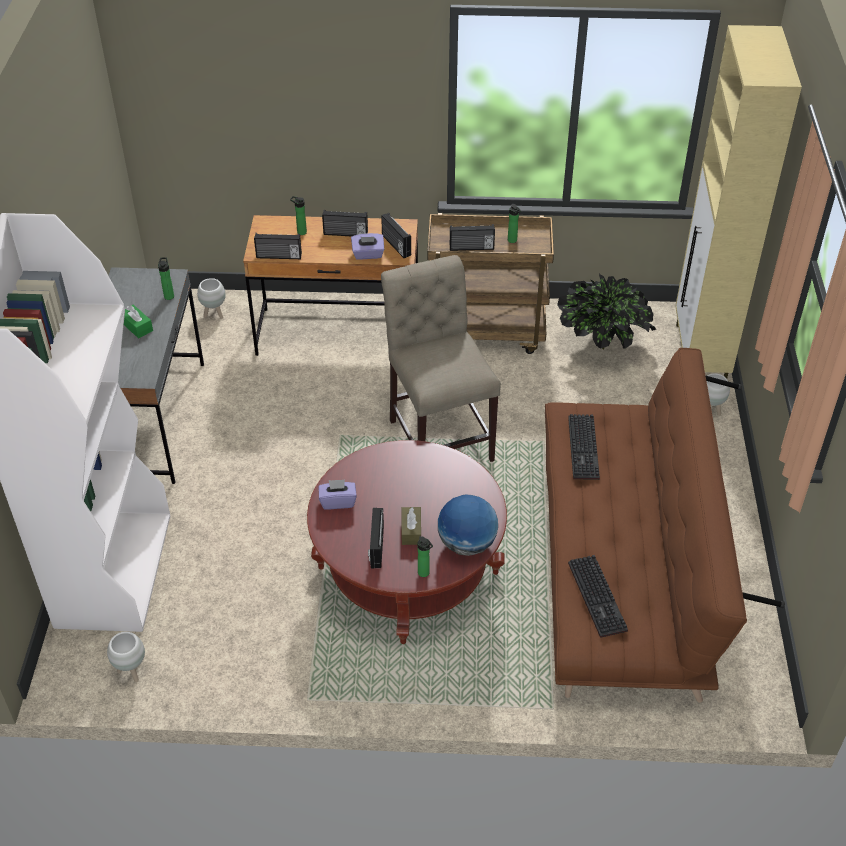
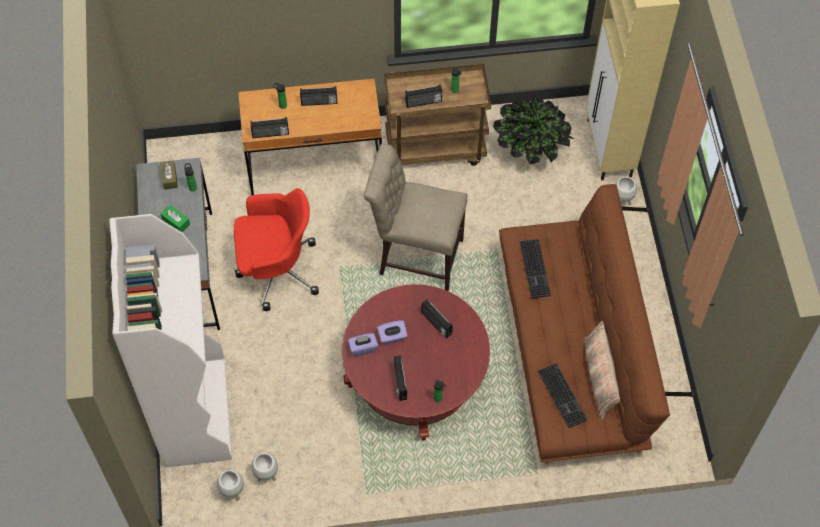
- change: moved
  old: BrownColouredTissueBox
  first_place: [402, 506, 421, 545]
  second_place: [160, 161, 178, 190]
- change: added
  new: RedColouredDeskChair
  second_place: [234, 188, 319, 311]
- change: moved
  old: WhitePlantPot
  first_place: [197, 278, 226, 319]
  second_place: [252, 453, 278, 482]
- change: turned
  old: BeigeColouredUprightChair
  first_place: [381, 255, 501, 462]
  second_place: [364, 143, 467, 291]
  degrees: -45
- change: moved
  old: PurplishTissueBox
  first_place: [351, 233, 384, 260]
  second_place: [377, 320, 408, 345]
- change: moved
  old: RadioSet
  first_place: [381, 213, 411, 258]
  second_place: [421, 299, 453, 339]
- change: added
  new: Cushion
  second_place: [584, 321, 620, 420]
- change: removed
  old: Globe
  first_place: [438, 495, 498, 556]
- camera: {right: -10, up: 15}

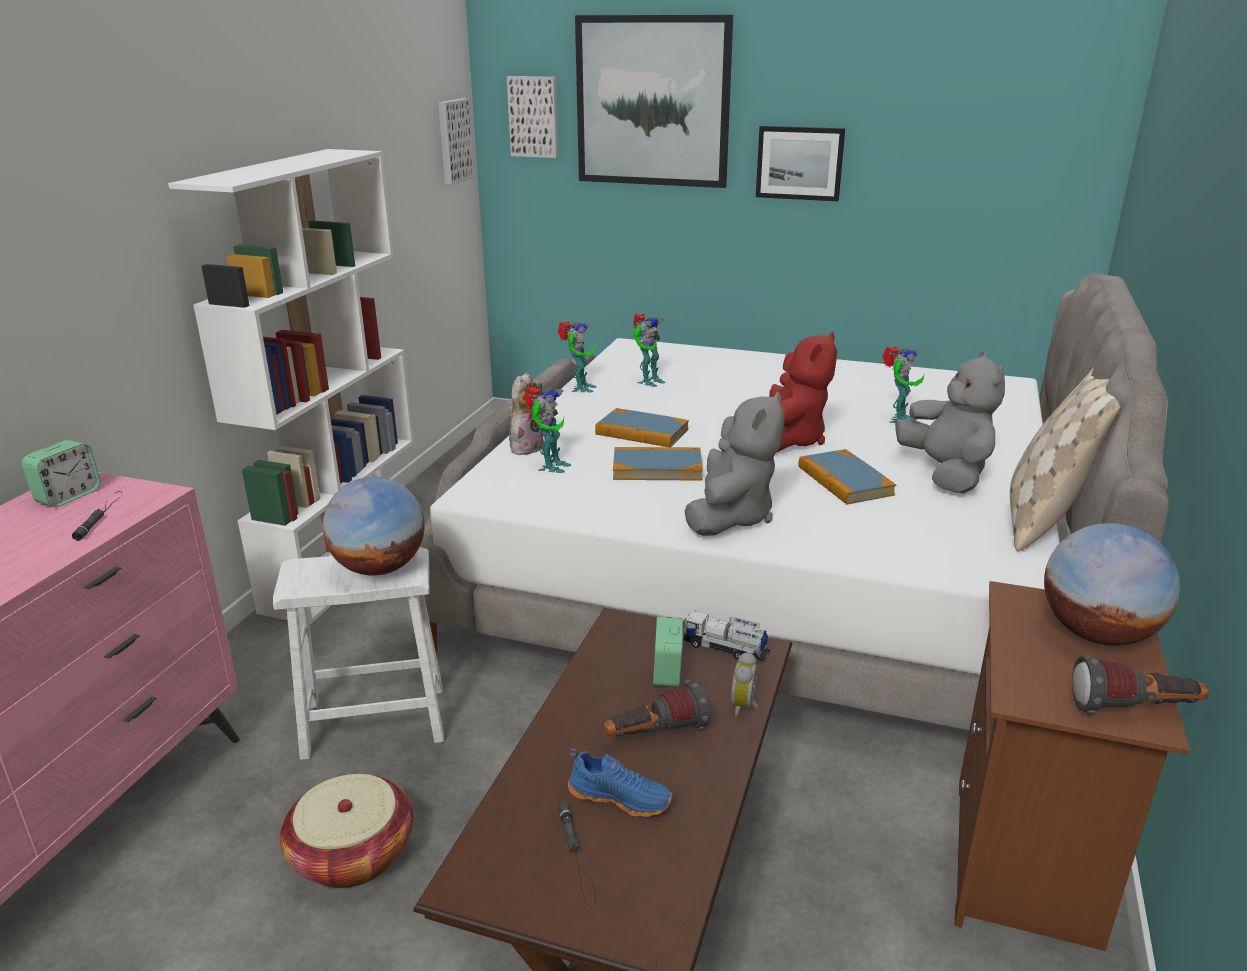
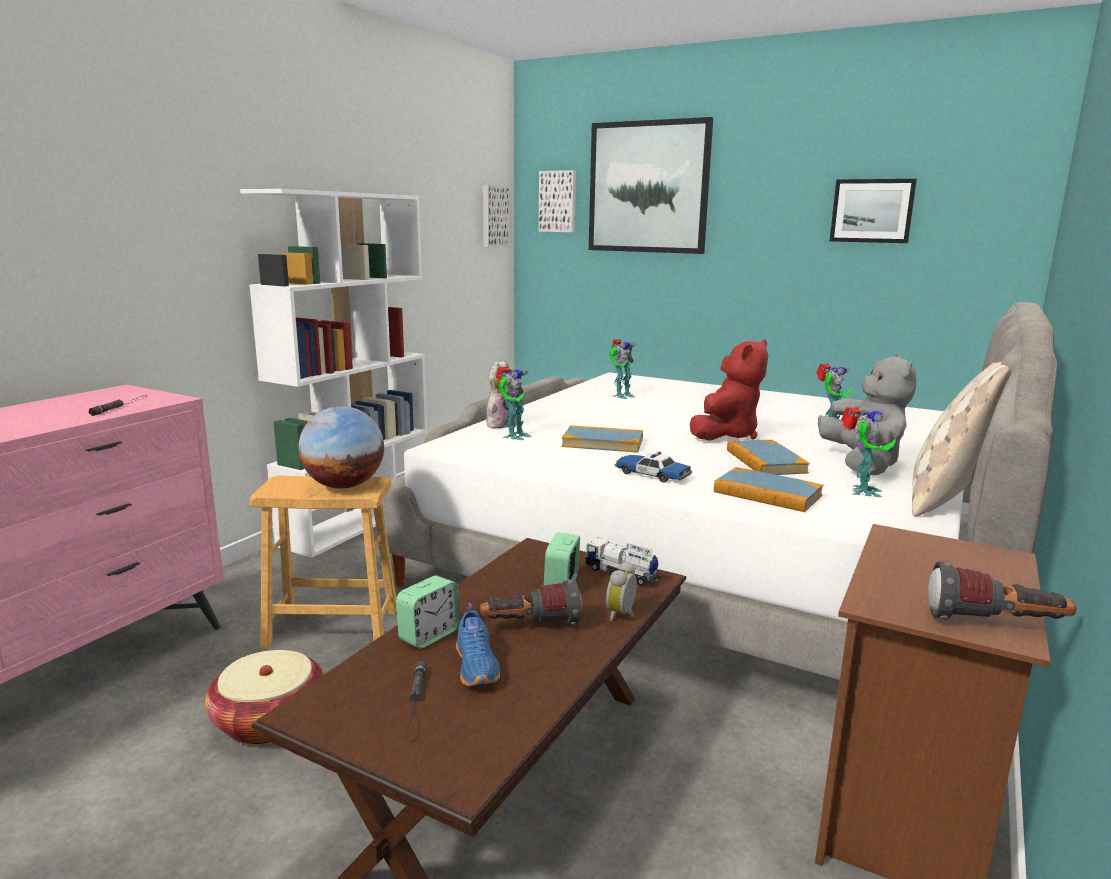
- change: recoloured
  old: WhiteStoolSeat
  new: BrownColouredStoolSeat
  first_place: [273, 547, 444, 760]
  second_place: [250, 476, 397, 648]
- change: moved
  old: AlarmClock
  first_place: [22, 440, 101, 507]
  second_place: [396, 575, 460, 649]
- change: turned
  old: BluishLowShoe
  first_place: [568, 748, 673, 817]
  second_place: [456, 603, 500, 686]
  degrees: 45
- change: replaced
  old: GreyPlushToy
  new: MiniatureCar
  first_place: [684, 392, 785, 536]
  second_place: [615, 452, 692, 482]
- change: moved
  old: Volume
  first_place: [595, 408, 689, 447]
  second_place: [714, 467, 823, 512]
- change: moved
  old: Picture
  first_place: [756, 126, 845, 201]
  second_place: [830, 179, 917, 243]
- change: moved
  old: ModelRobot
  first_place: [558, 321, 597, 392]
  second_place: [841, 407, 896, 497]
- change: removed
  old: Globe
  first_place: [1044, 523, 1180, 645]
- camera: {right: 10, up: -10}

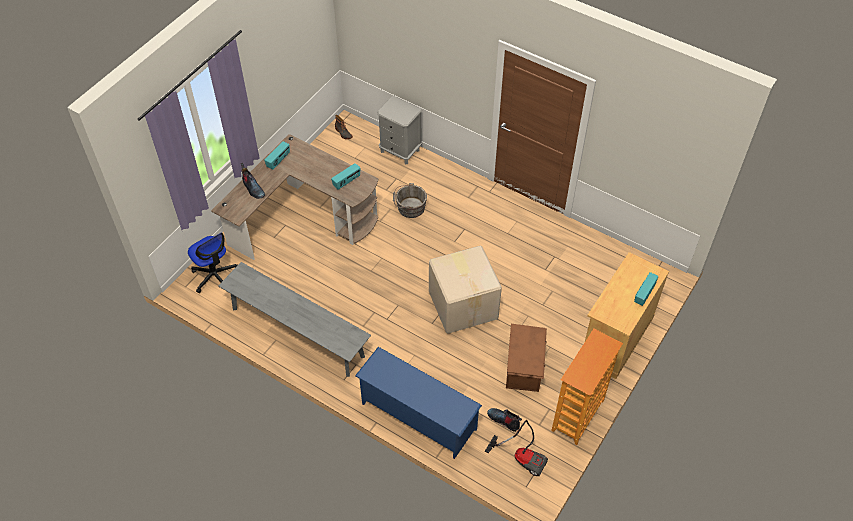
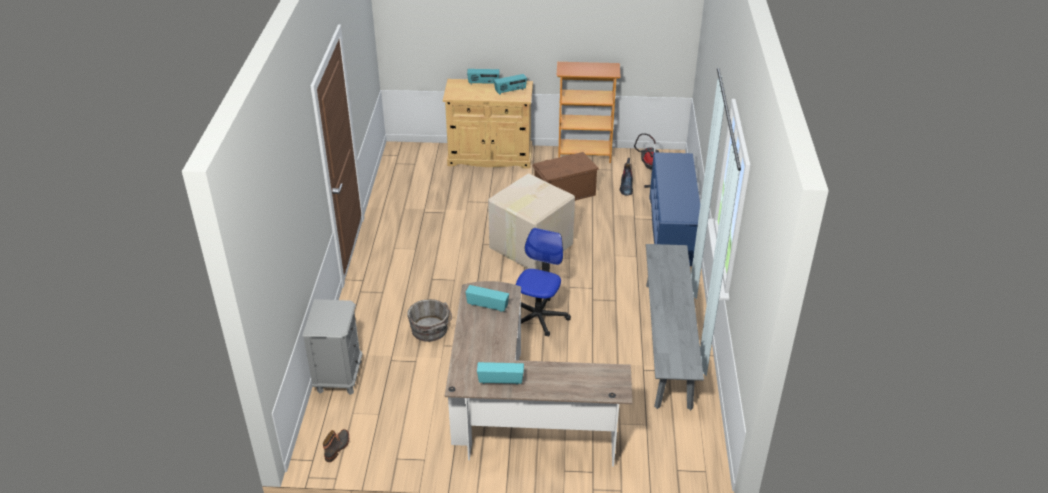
- change: added
  new: RadioSet
  second_place: [494, 74, 527, 95]
- change: moved
  old: DeskChair
  first_place: [188, 233, 237, 293]
  second_place: [516, 228, 571, 337]
- change: removed
  old: Boot
  first_place: [241, 163, 265, 199]
- camera: {right: -120, up: -15}

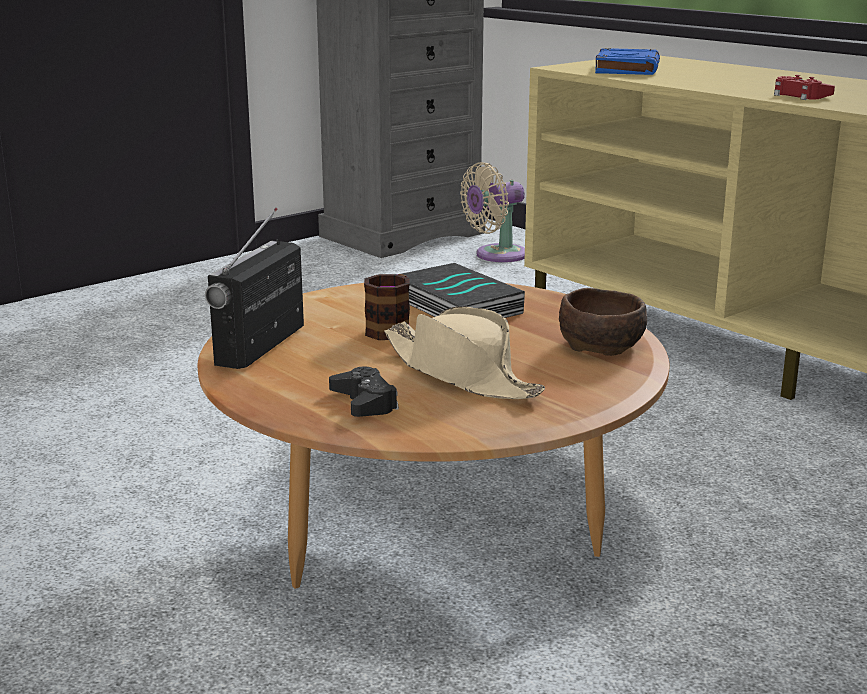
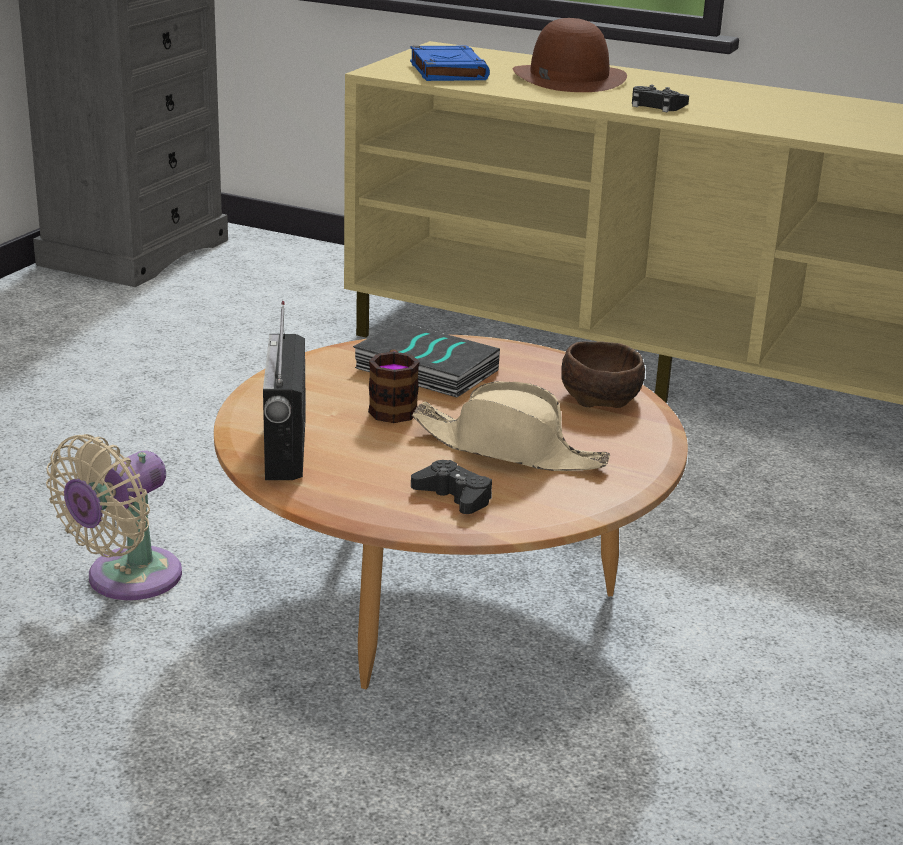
- change: moved
  old: BeigeColouredFan
  first_place: [460, 162, 525, 262]
  second_place: [46, 434, 182, 600]
- change: added
  new: BrownColouredWearableHat
  second_place: [513, 18, 627, 92]
- change: recoloured
  old: RedColouredGamepad
  new: BlackGamepad
  first_place: [774, 75, 835, 100]
  second_place: [632, 85, 689, 112]
- camera: {right: -25, up: 5}

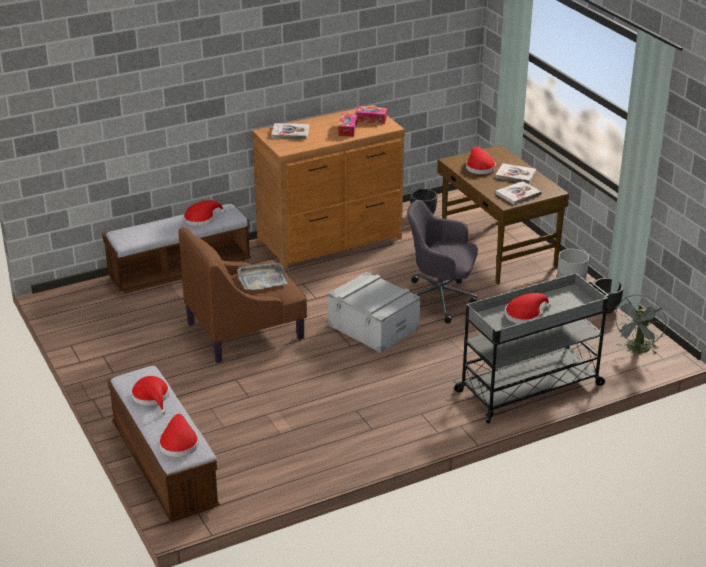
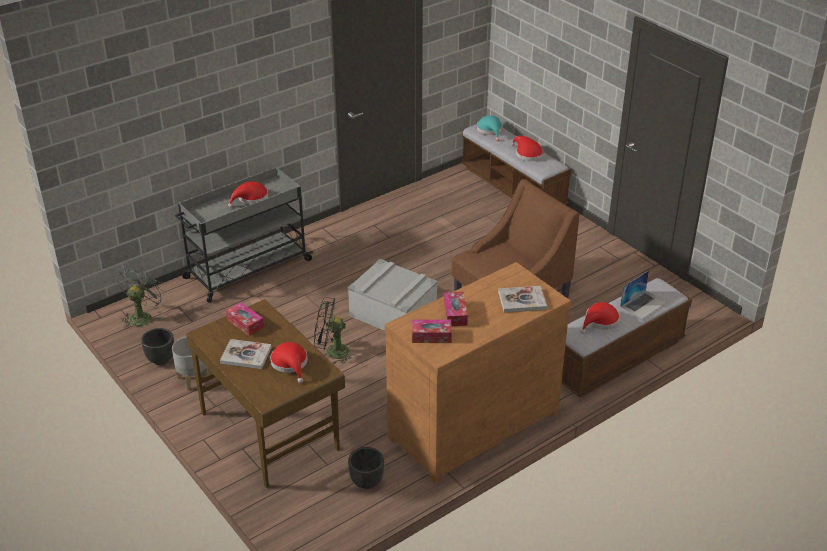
- change: replaced
  old: Volume
  new: TissueBox
  first_place: [496, 181, 541, 205]
  second_place: [226, 302, 264, 336]
- change: replaced
  old: GreyDeskChair
  new: BlackFan
  first_place: [407, 200, 478, 324]
  second_place: [314, 297, 353, 364]
- change: recoloured
  old: RedColouredWearableHat
  new: TurquoiseWearableHat
  first_place: [159, 414, 199, 457]
  second_place: [477, 115, 503, 141]
- change: added
  new: PortableComputer
  second_place: [620, 271, 667, 320]
- change: removed
  old: GreyServingTray
  first_place: [237, 262, 288, 290]
- camera: {right: 170, up: 5}

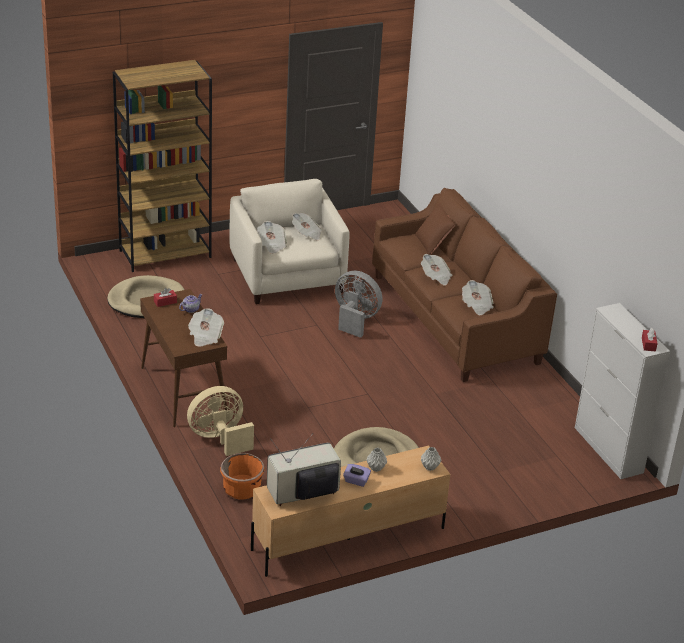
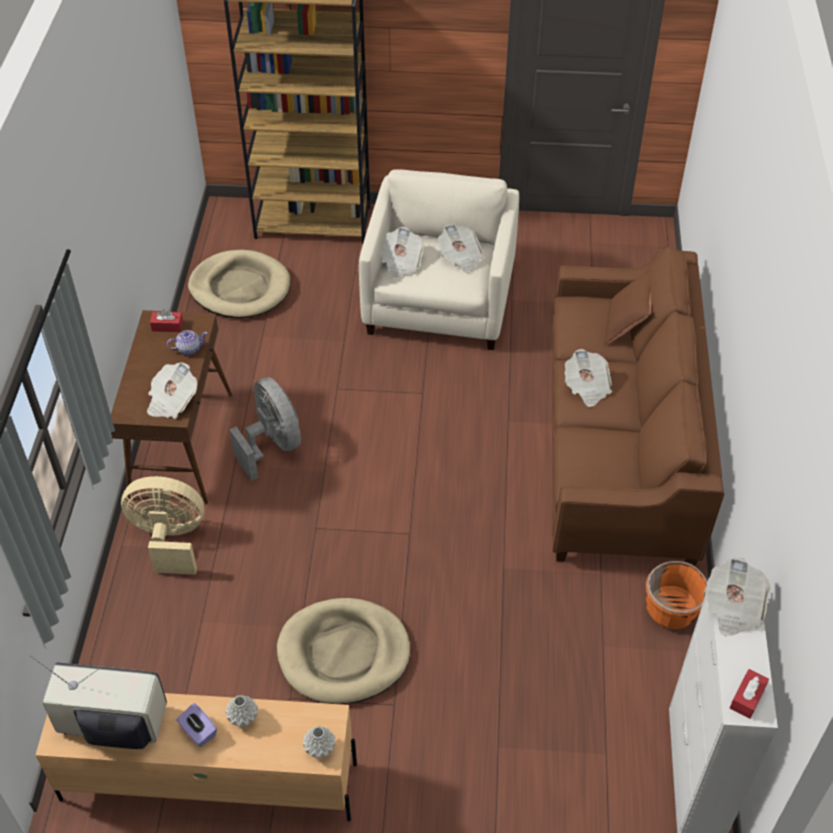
- change: moved
  old: GreyFan
  first_place: [335, 270, 382, 338]
  second_place: [229, 377, 301, 481]
- change: moved
  old: OrangePlantPot
  first_place: [220, 453, 265, 500]
  second_place: [646, 561, 708, 629]
- change: moved
  old: PrintedPaper
  first_place: [462, 280, 494, 316]
  second_place: [704, 558, 771, 636]
- camera: {right: 30, up: 15}

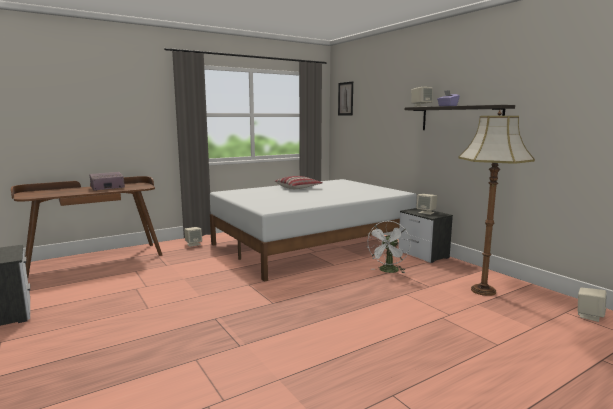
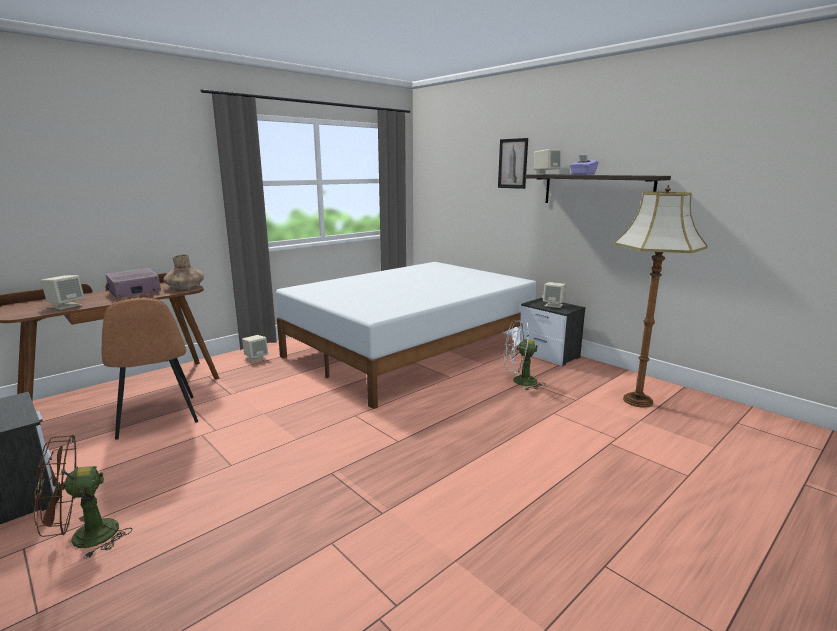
- change: added
  new: BrownColouredFan
  second_place: [34, 435, 132, 559]
- change: moved
  old: BeigeColouredLoudspeaker
  first_place: [578, 287, 607, 322]
  second_place: [41, 275, 84, 310]
- change: added
  new: BrownColouredUprightChair
  second_place: [102, 298, 198, 440]
- change: added
  new: BrownColouredVase
  second_place: [163, 254, 204, 289]
- change: moved
  old: Picture
  first_place: [338, 81, 353, 116]
  second_place: [498, 138, 528, 189]
- change: turned
  old: WhiteFan
  first_place: [368, 221, 411, 273]
  second_place: [503, 320, 546, 390]
  degrees: 75
- change: removed
  old: Cushion
  first_place: [275, 176, 323, 189]
- camera: {right: -10, up: 5}

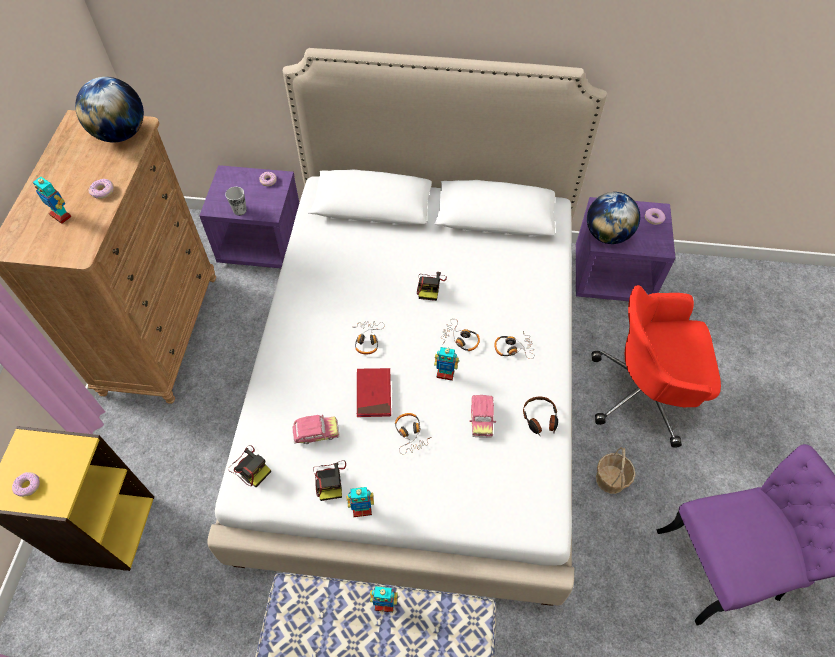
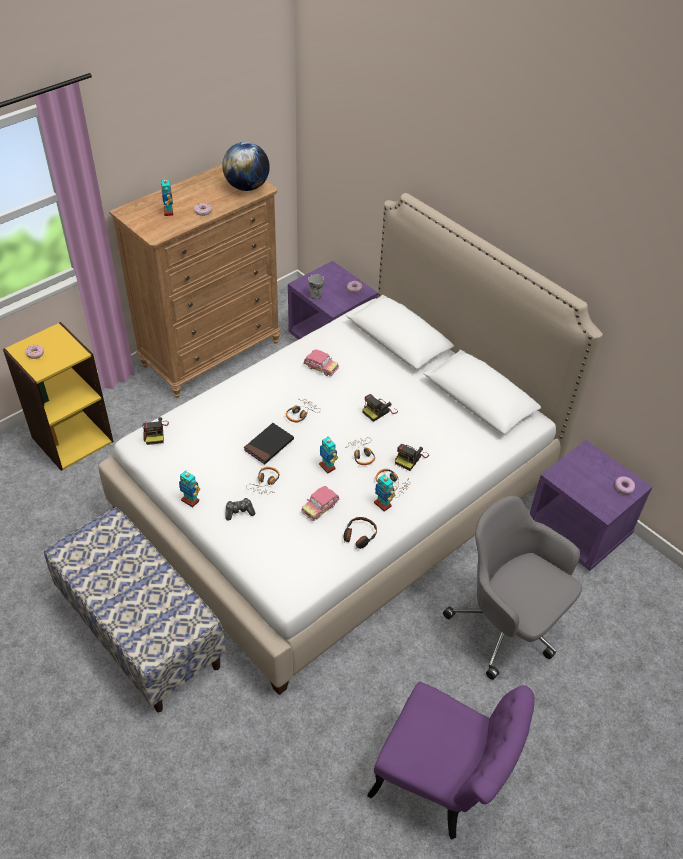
- change: added
  new: Gamepad
  second_place: [225, 498, 255, 520]
- change: recoloured
  old: RedColouredVolume
  new: BlackVolume
  first_place: [357, 368, 391, 417]
  second_place: [244, 423, 294, 464]
- change: moved
  old: MiniatureCar
  first_place: [292, 415, 339, 444]
  second_place: [303, 349, 339, 376]
- change: moved
  old: ModelRobot
  first_place: [370, 586, 398, 612]
  second_place: [374, 475, 395, 512]
- change: moved
  old: PhotoCamera
  first_place: [313, 461, 346, 501]
  second_place: [395, 444, 429, 471]
- change: recoloured
  old: RedColouredDeskChair
  new: GreyDeskChair
  first_place: [592, 285, 721, 448]
  second_place: [443, 496, 582, 680]
- change: removed
  old: Globe
  first_place: [587, 192, 640, 244]
- change: removed
  old: Basket
  first_place: [596, 447, 635, 494]
- camera: {right: 40, up: -10}

